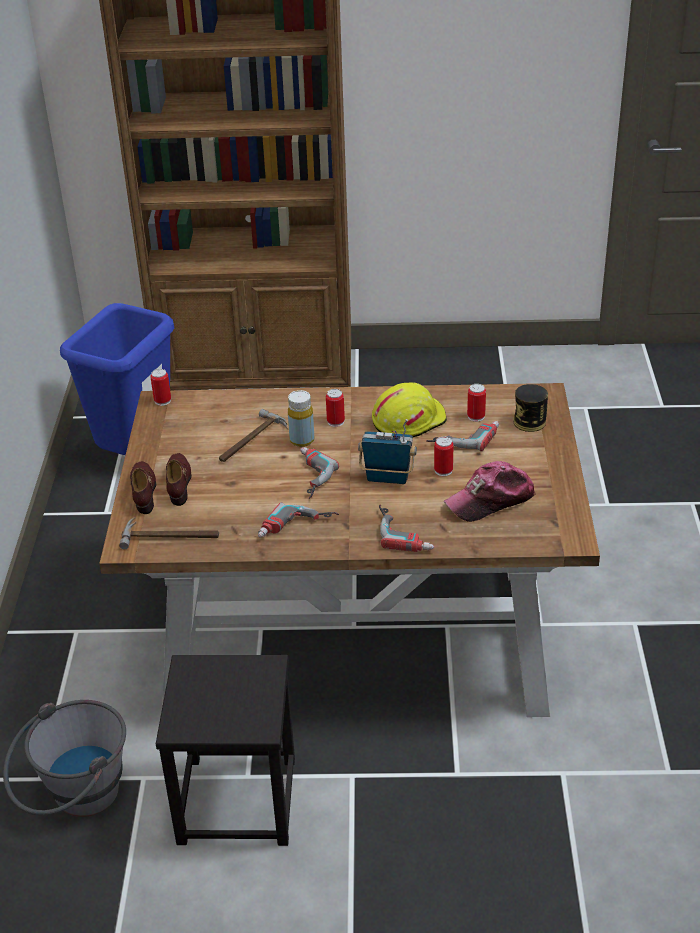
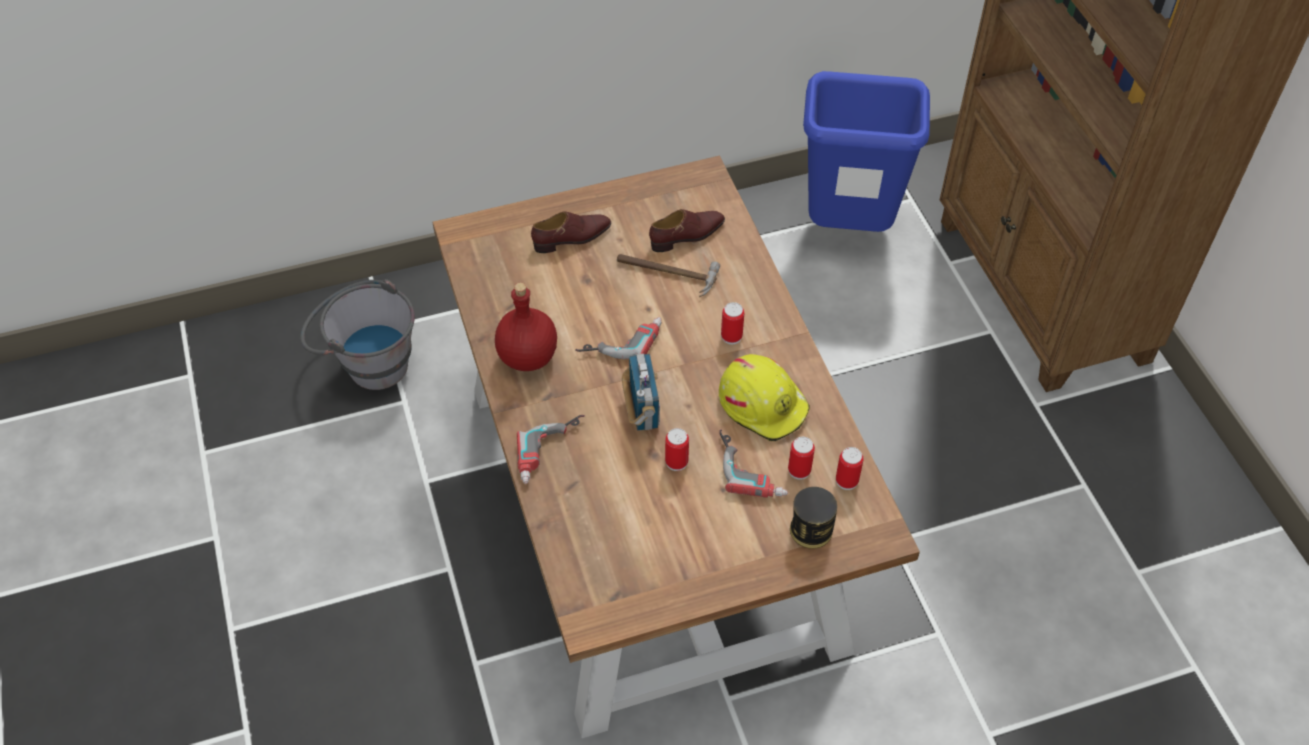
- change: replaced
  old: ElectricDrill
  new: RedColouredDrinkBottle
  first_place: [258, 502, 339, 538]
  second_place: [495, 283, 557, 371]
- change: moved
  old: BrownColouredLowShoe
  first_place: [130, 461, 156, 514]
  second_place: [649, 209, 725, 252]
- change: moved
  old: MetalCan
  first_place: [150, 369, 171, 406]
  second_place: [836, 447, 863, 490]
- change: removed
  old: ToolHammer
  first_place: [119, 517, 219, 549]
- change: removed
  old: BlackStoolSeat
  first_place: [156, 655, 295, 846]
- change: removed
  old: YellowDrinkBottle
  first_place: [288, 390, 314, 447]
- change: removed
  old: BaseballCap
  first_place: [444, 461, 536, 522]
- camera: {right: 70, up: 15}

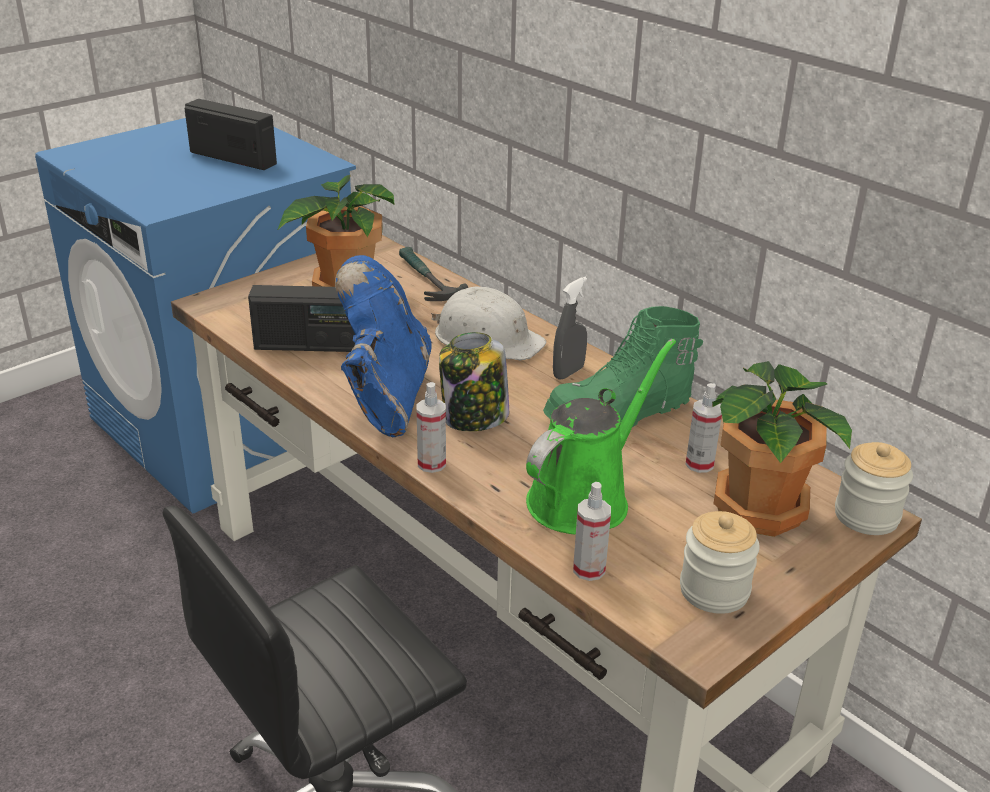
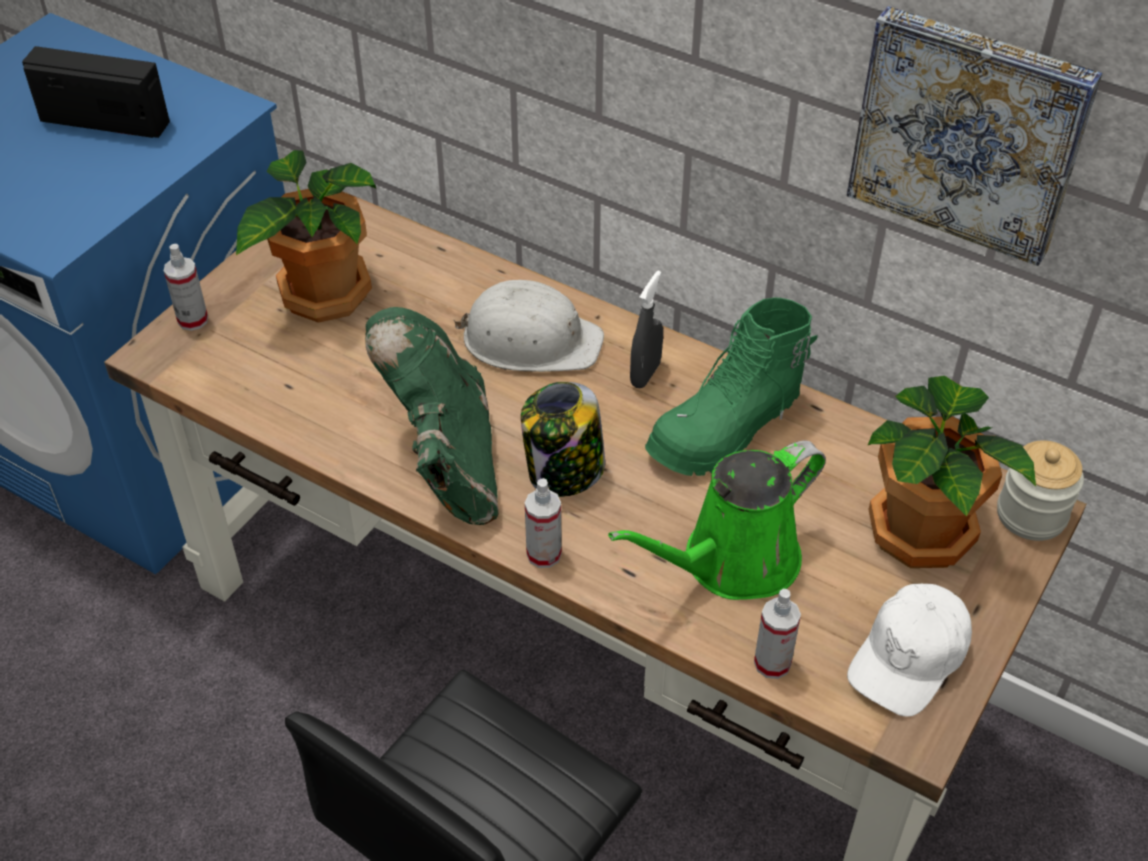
- change: moved
  old: SprayBottle
  first_place: [685, 383, 722, 473]
  second_place: [164, 244, 208, 331]
- change: recoloured
  old: BluishBoot
  new: GreenishBoot
  first_place: [335, 255, 431, 437]
  second_place: [366, 307, 499, 525]
- change: turned
  old: GreenishWateringCan
  first_place: [526, 339, 676, 534]
  second_place: [608, 441, 826, 600]
  degrees: -150
- change: added
  new: Picture
  second_place: [847, 6, 1102, 266]
- change: replaced
  old: Jar
  new: WhiteBaseballCap
  first_place: [680, 511, 760, 614]
  second_place: [847, 584, 972, 717]
- change: removed
  old: RadioSet
  first_place: [248, 285, 355, 352]
- change: removed
  old: ToolHammer
  first_place: [399, 247, 468, 301]
- camera: {right: -15, up: 15}

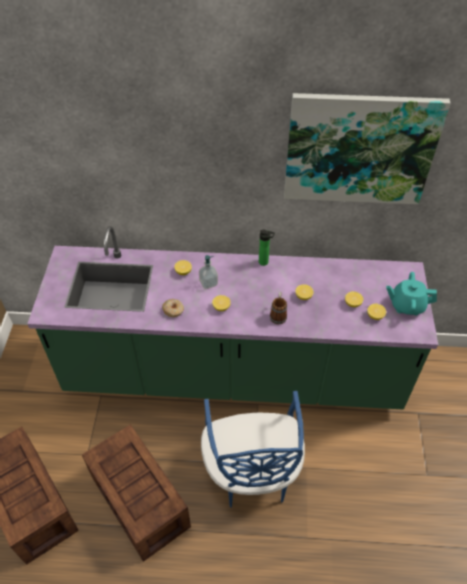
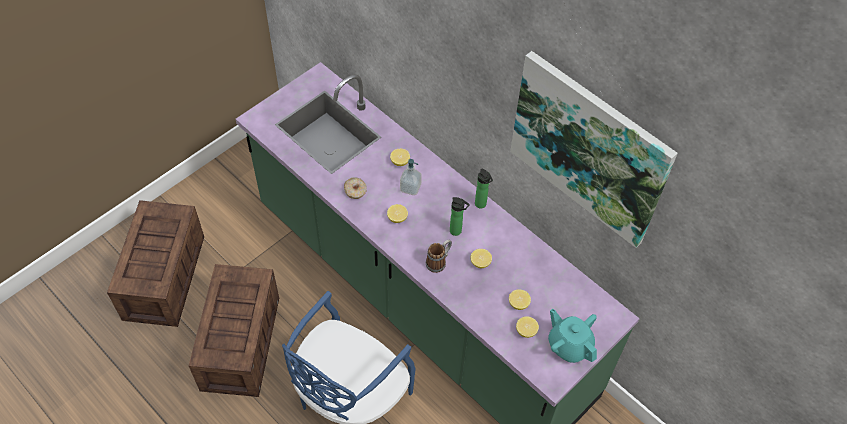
- change: added
  new: DrinkBottle
  second_place: [450, 197, 470, 236]
- camera: {right: 40, up: 5}

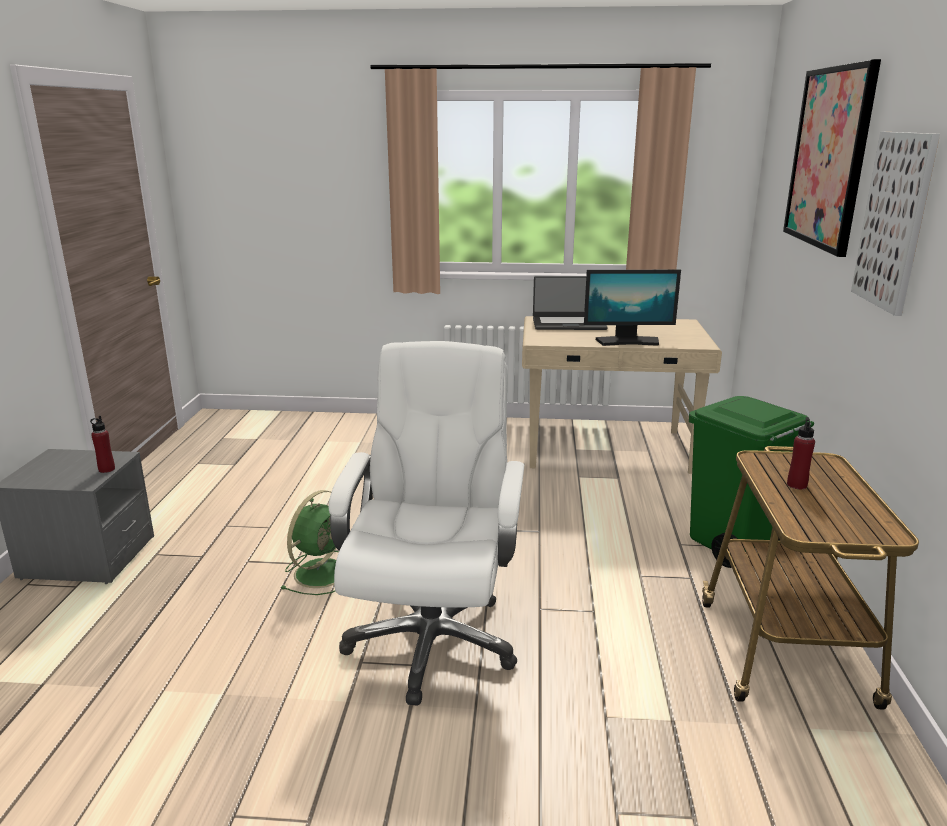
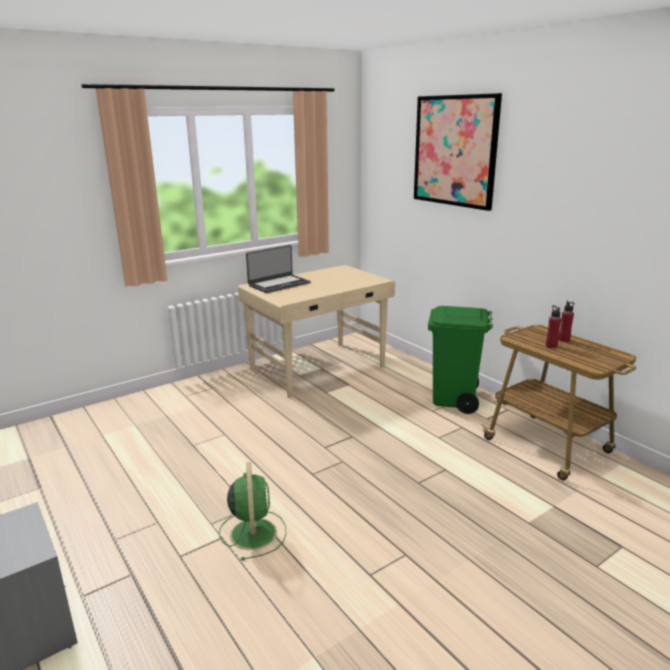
- change: moved
  old: RedColouredDrinkBottle
  first_place: [90, 416, 115, 473]
  second_place: [558, 301, 574, 342]
- change: removed
  old: WhiteDeskChair
  first_place: [329, 341, 524, 706]
- change: removed
  old: Monitor
  first_place: [584, 270, 681, 346]
- change: removed
  old: Picture
  first_place: [851, 132, 940, 316]
- camera: {right: -40, up: 0}

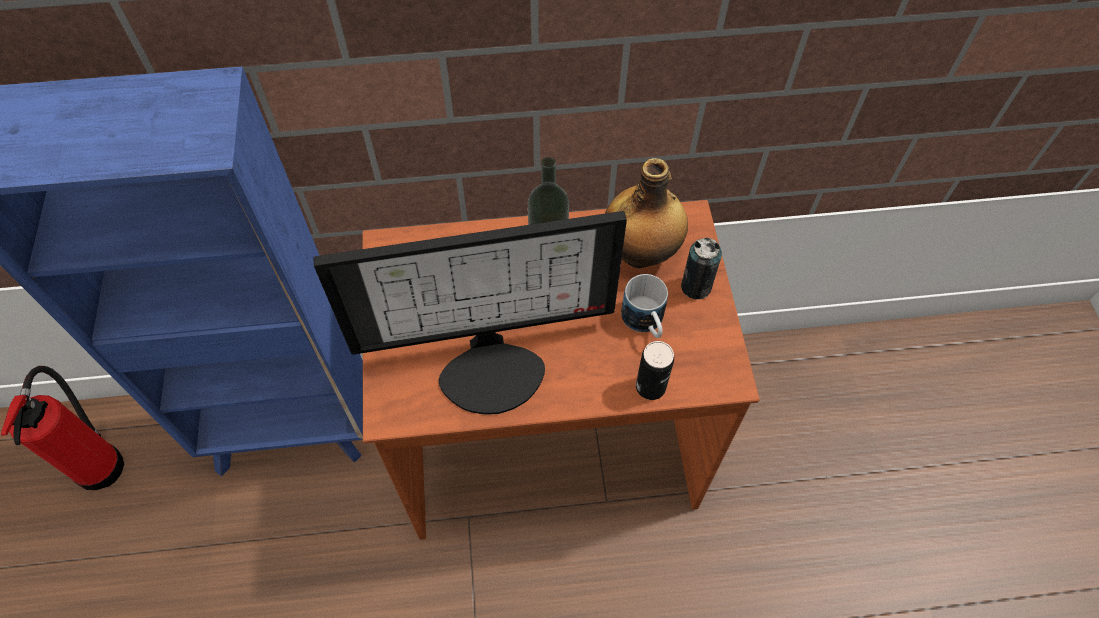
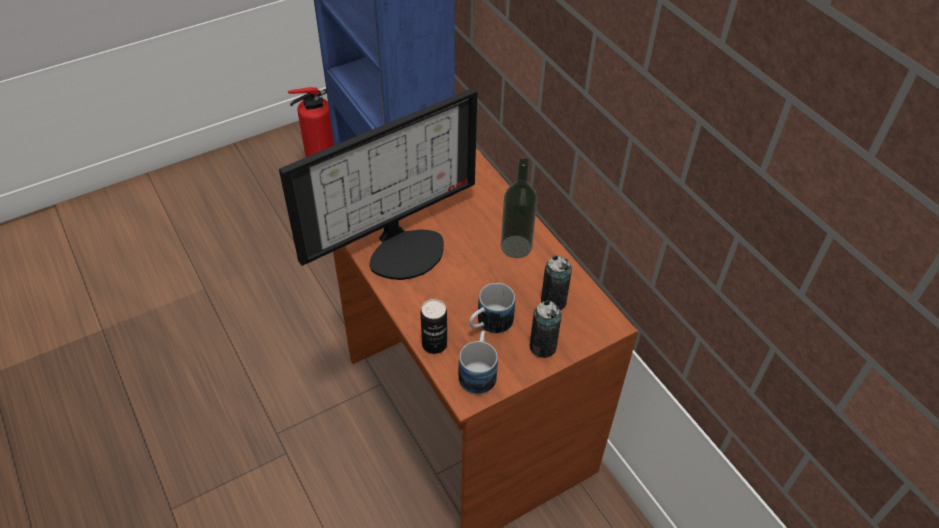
- change: turned
  old: Monitor
  first_place: [313, 211, 627, 415]
  second_place: [279, 88, 478, 280]
  degrees: -90
- change: added
  new: Mug
  second_place: [458, 331, 498, 394]
- change: replaced
  old: DrinkBottle
  new: MetalCan
  first_place: [605, 158, 688, 269]
  second_place: [541, 255, 572, 310]
- camera: {right: 65, up: -10}

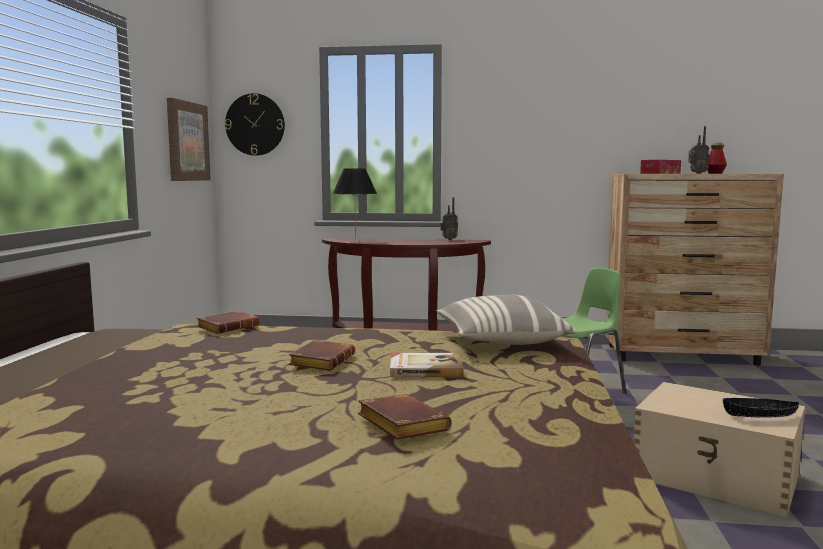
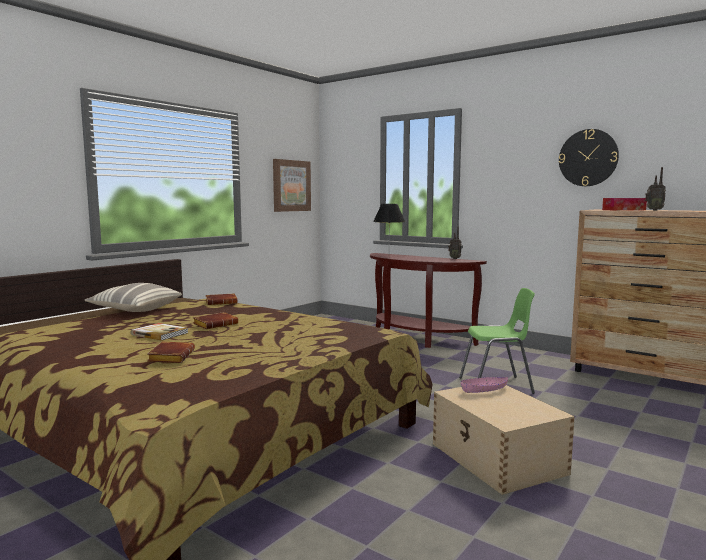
- change: moved
  old: Cushion
  first_place: [436, 295, 577, 345]
  second_place: [84, 283, 182, 312]
- change: moved
  old: Volume
  first_place: [390, 353, 464, 377]
  second_place: [131, 323, 188, 341]
- change: added
  new: PinkDeepDish
  second_place: [461, 377, 508, 393]
- change: moved
  old: ClockOnTheWall
  first_place: [225, 93, 285, 156]
  second_place: [559, 129, 619, 186]
- change: removed
  old: DrinkBottle
  first_place: [707, 143, 727, 174]
- change: removed
  old: BlackDeepDish
  first_place: [723, 398, 799, 418]
- camera: {right: 30, up: 0}

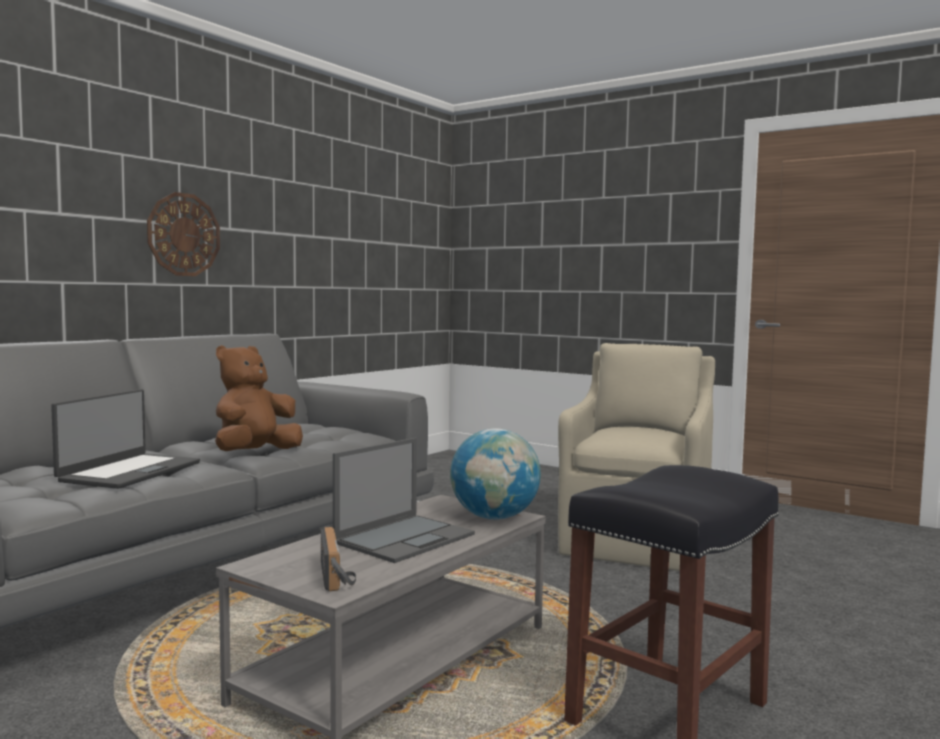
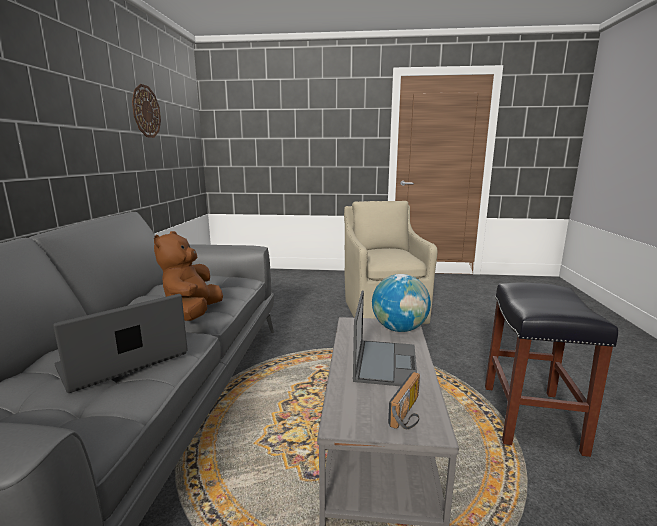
- change: turned
  old: PortableComputer
  first_place: [51, 389, 200, 489]
  second_place: [53, 294, 188, 393]
  degrees: -120
- change: moved
  old: ClockOnTheWall
  first_place: [147, 192, 220, 276]
  second_place: [132, 84, 161, 138]
- change: turned
  old: RadioSet
  first_place: [321, 527, 356, 591]
  second_place: [388, 372, 420, 429]
  degrees: 75
- camera: {right: -30, up: 10}

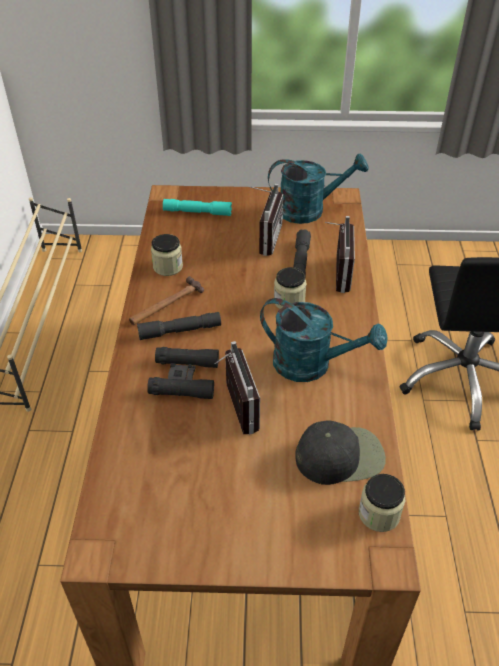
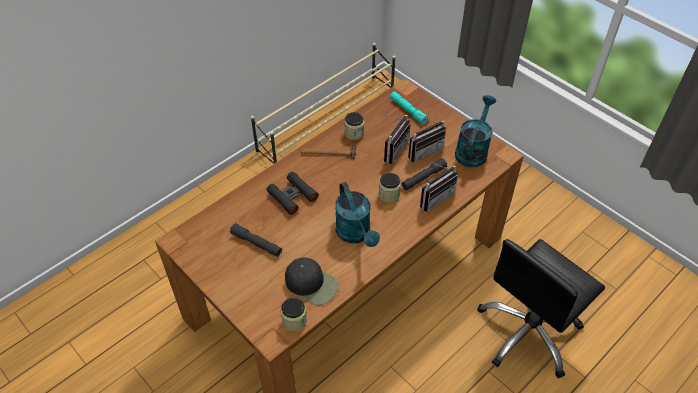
- change: moved
  old: GreyFlashlight
  first_place: [137, 312, 221, 340]
  second_place: [230, 223, 282, 257]
- change: moved
  old: RadioSet
  first_place: [214, 341, 260, 435]
  second_place: [384, 115, 411, 164]
- change: turned
  old: TurquoiseWateringCan
  first_place: [268, 153, 369, 224]
  second_place: [455, 95, 496, 167]
  degrees: -105
- camera: {right: 45, up: 5}

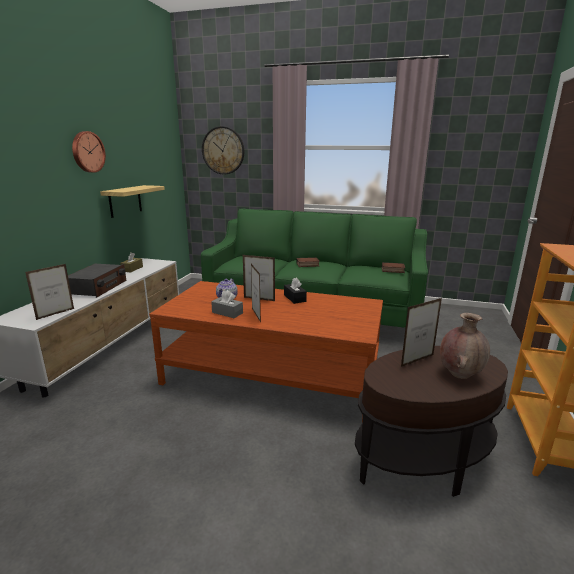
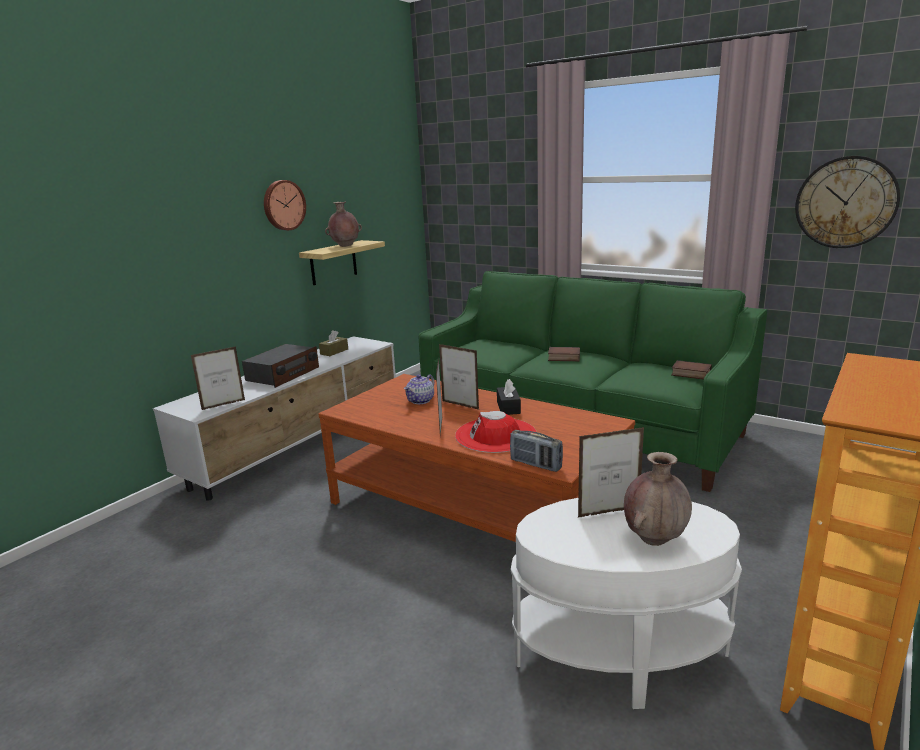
- change: added
  new: BrownColouredVase
  second_place: [325, 202, 362, 247]
- change: added
  new: RedColouredWearableHat
  second_place: [455, 411, 537, 453]
- change: added
  new: RadioSet
  second_place: [510, 430, 563, 472]
- change: recoloured
  old: BrownColouredAccentTable
  new: WhiteAccentTable
  first_place: [355, 346, 508, 497]
  second_place: [511, 498, 742, 709]
- change: moved
  old: ClockOnTheWall
  first_place: [202, 126, 244, 174]
  second_place: [795, 156, 900, 248]
- change: removed
  old: GreyTissueBox
  first_place: [211, 290, 243, 318]
- camera: {right: 20, up: 0}

